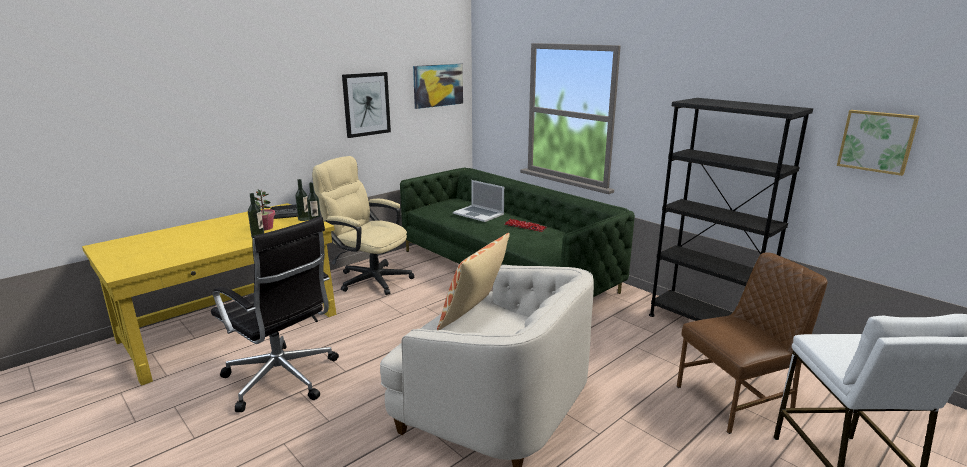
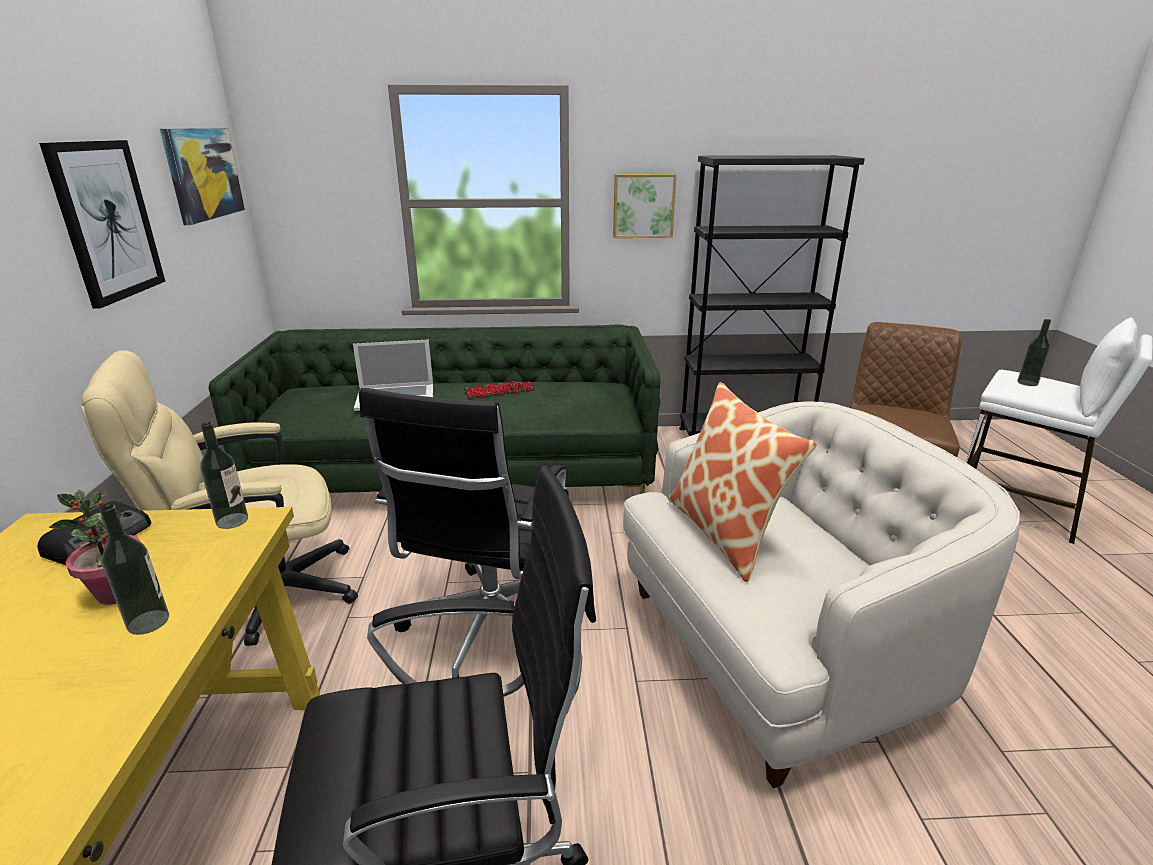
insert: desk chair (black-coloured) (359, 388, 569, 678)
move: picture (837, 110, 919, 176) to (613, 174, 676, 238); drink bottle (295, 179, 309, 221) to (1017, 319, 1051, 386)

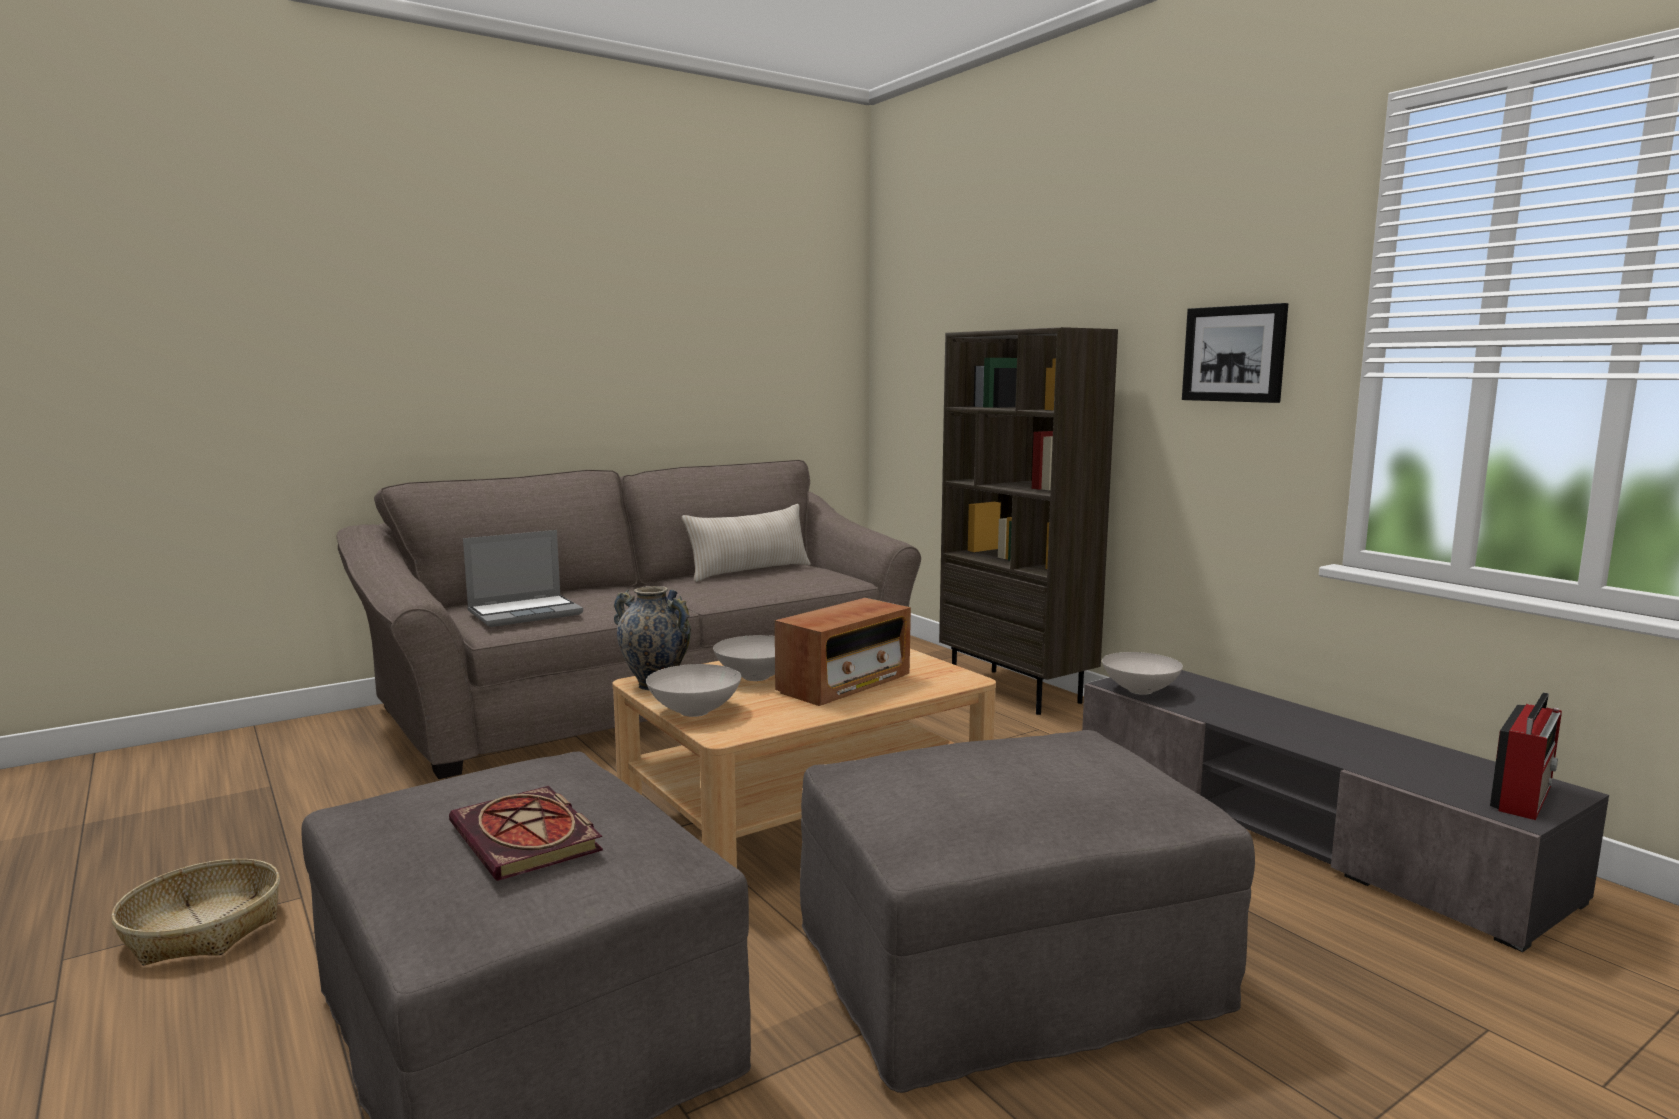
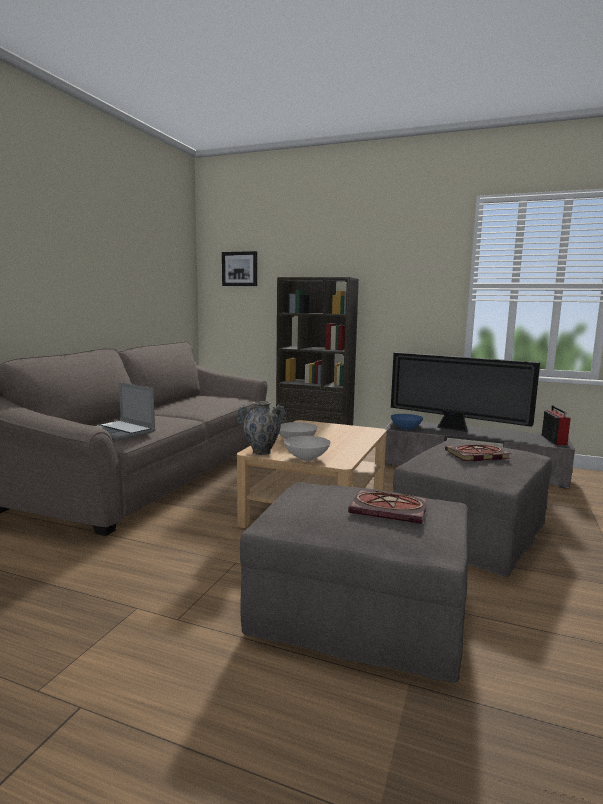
delete: cushion (sand-coloured) (682, 504, 811, 582); radio receiver (775, 598, 911, 706); storage basket (111, 859, 280, 966)
insert: TV (391, 352, 540, 432); volume (445, 444, 511, 461)
move: picture (1182, 303, 1288, 403) to (222, 251, 257, 286)
recolor: bowl (white) (1102, 652, 1183, 695) to bowl (blue) (391, 414, 423, 430)
rotate: notebook computer (463, 530, 583, 627) = (95, 382, 156, 440) 105 degrees clockwise

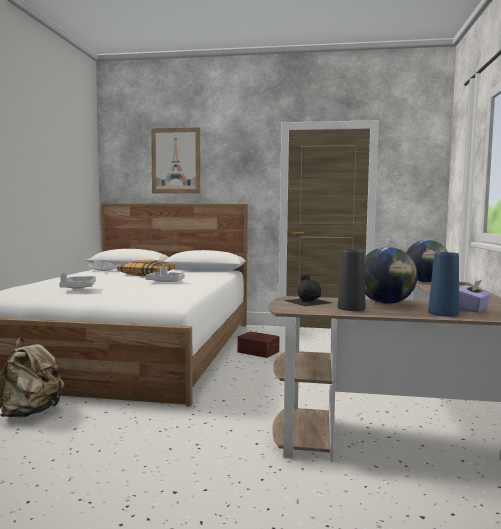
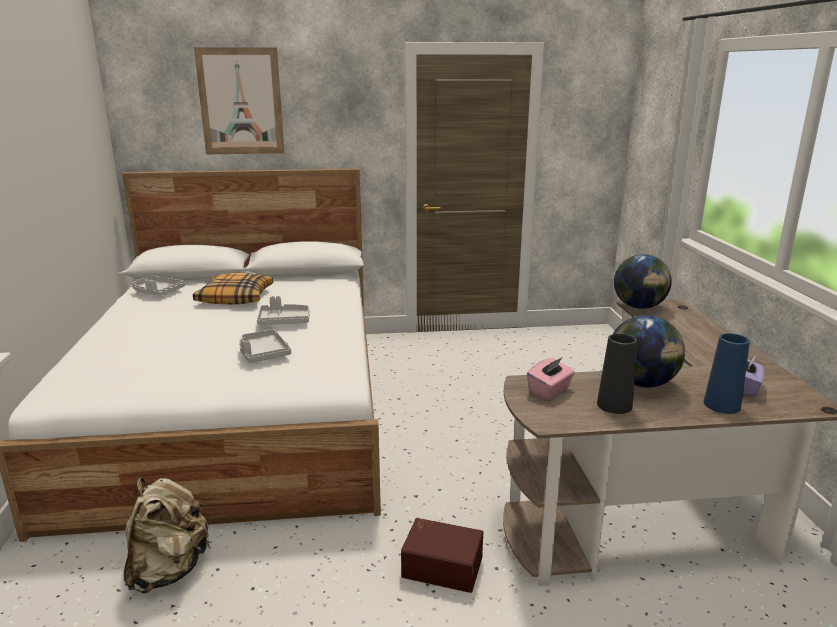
move: serving tray (gray) (59, 272, 96, 289) to (239, 329, 291, 363); storage container (brownish) (237, 331, 280, 358) to (401, 518, 483, 593)
replace: drink bottle (black-coloured) (283, 274, 332, 306) to tissue holder (pinkish) (527, 357, 575, 400)

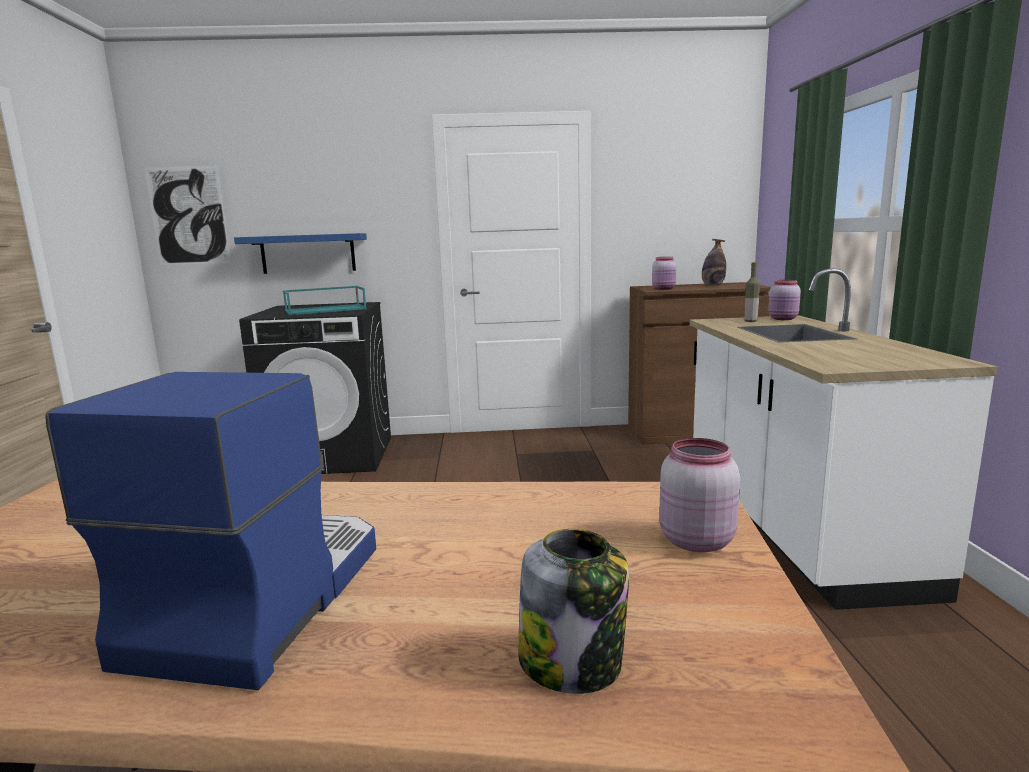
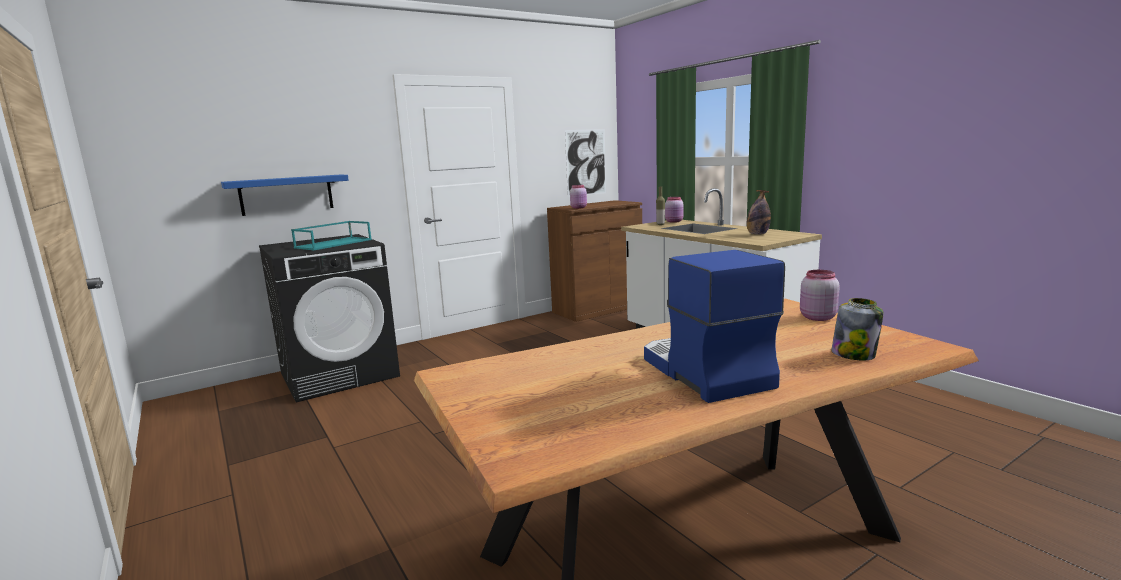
move: picture (145, 166, 231, 265) to (565, 129, 606, 197); drink bottle (702, 239, 726, 286) to (747, 190, 771, 235)

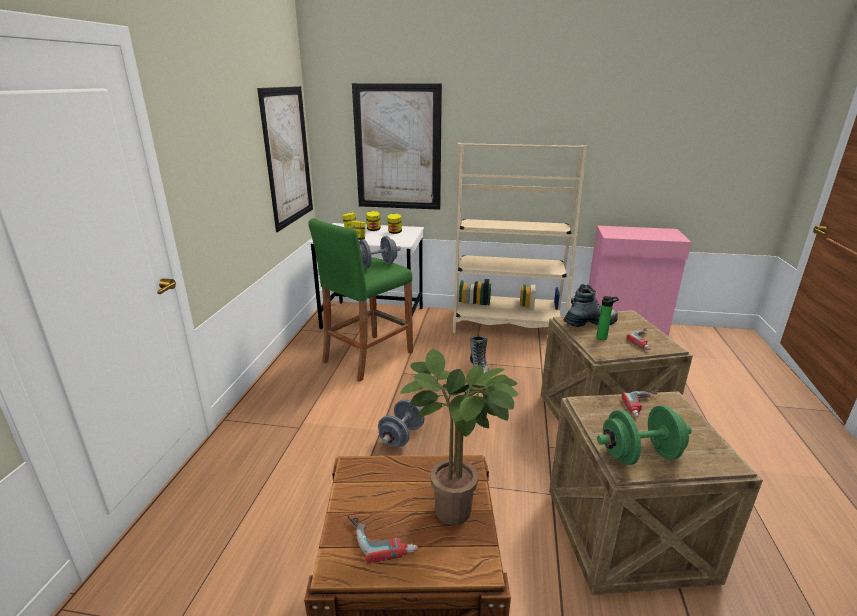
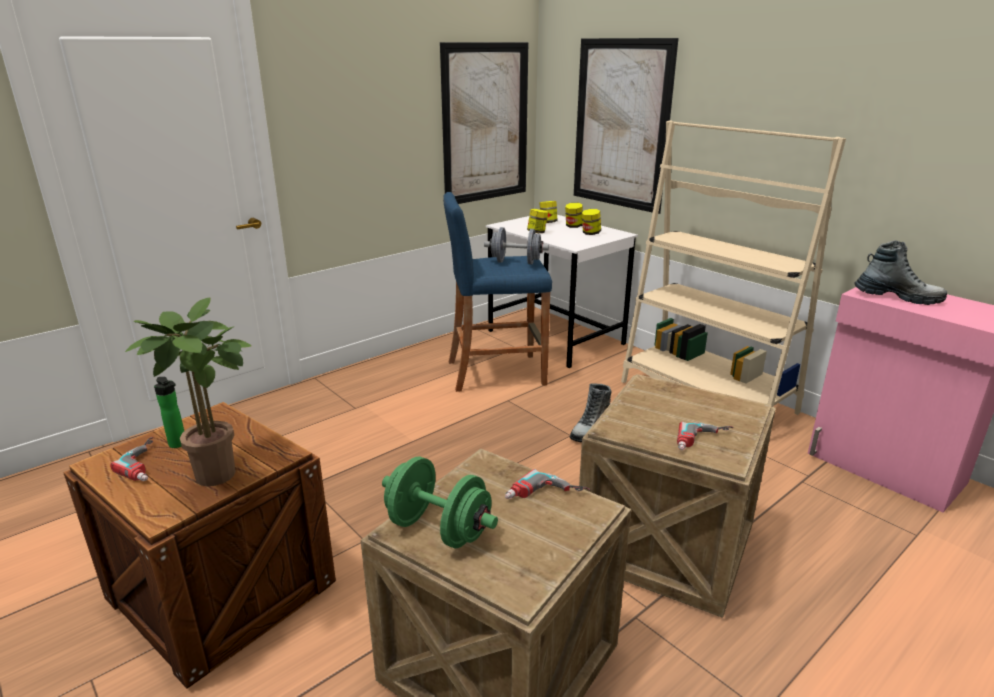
delete: hand weight (gray) (378, 399, 424, 447)
move: tall boot (563, 284, 618, 327) to (855, 240, 947, 305); drink bottle (596, 296, 619, 340) to (154, 377, 184, 448)
recolor: stool seat (green) (309, 218, 413, 382) to stool seat (blue) (443, 192, 552, 392)

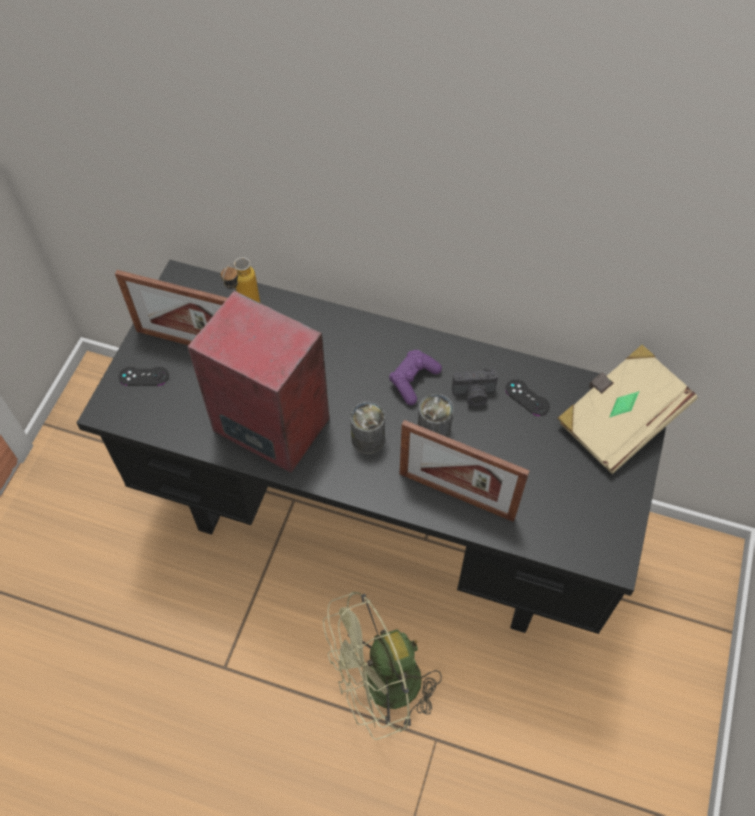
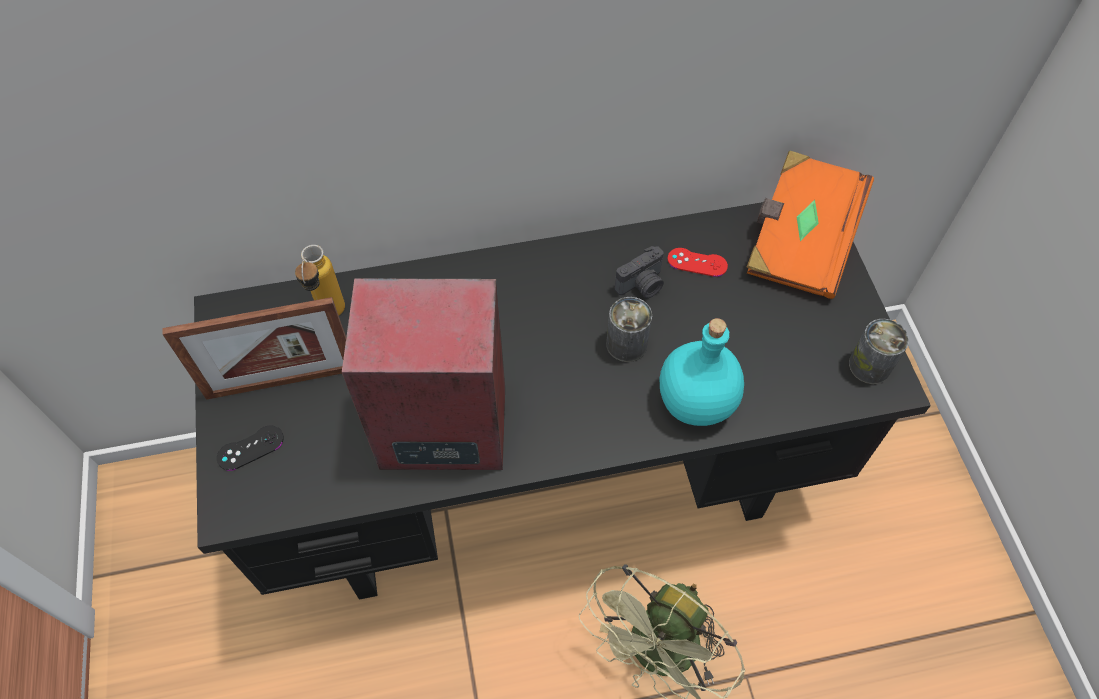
delete: joypad (purple) (389, 350, 442, 405)
move: can (350, 402, 385, 454) to (849, 319, 909, 384)
replace: photo frame (400, 420, 530, 522) to drink bottle (turquoise-coloured) (660, 318, 744, 426)
recolor: volume (sand-coloured) (557, 344, 697, 474) to volume (orange-coloured) (746, 151, 874, 299); joypad (black-coloured) (505, 379, 550, 416) to joypad (red) (668, 248, 728, 277)

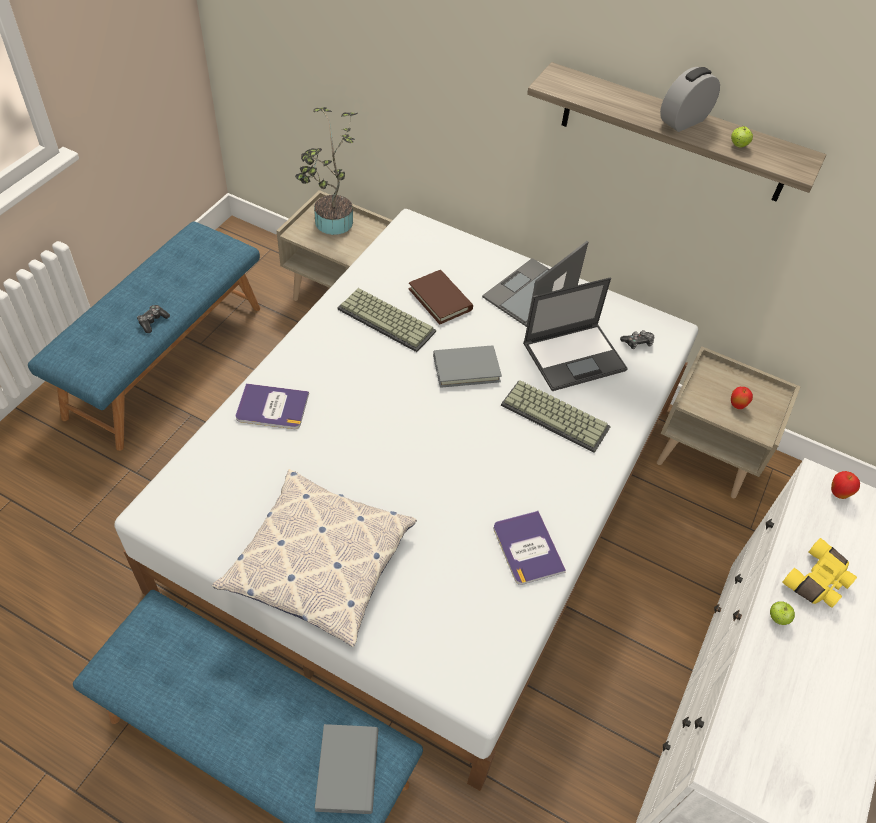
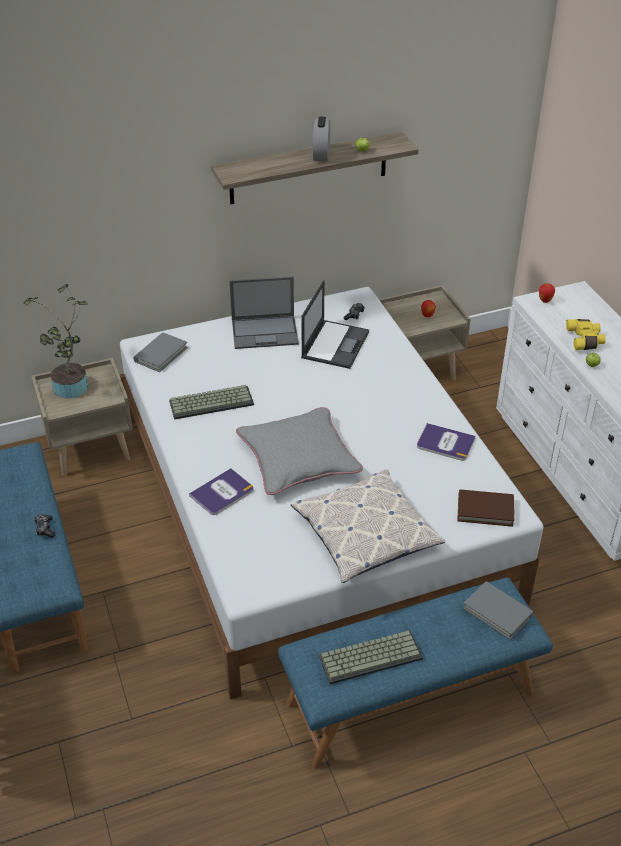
insert: cushion (gray) (236, 407, 363, 495)
move: volume (brownish) (408, 270, 473, 325) to (457, 489, 514, 527); volume (gray) (433, 345, 502, 388) to (134, 333, 188, 372); PC keyboard (501, 380, 611, 453) to (319, 631, 423, 684)
rotate: notebook computer (482, 241, 588, 327) = (230, 276, 299, 349) 90 degrees counterclockwise

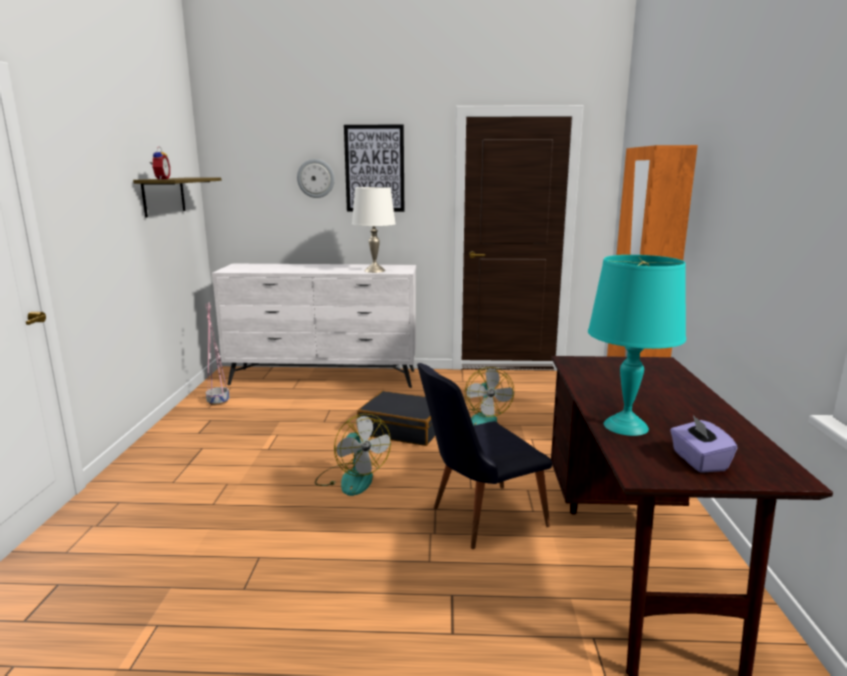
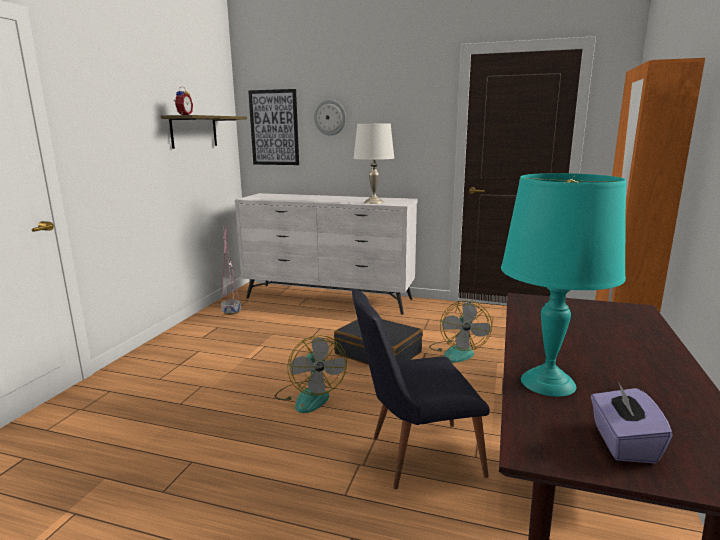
move: picture (344, 125, 404, 212) to (248, 89, 299, 165)

